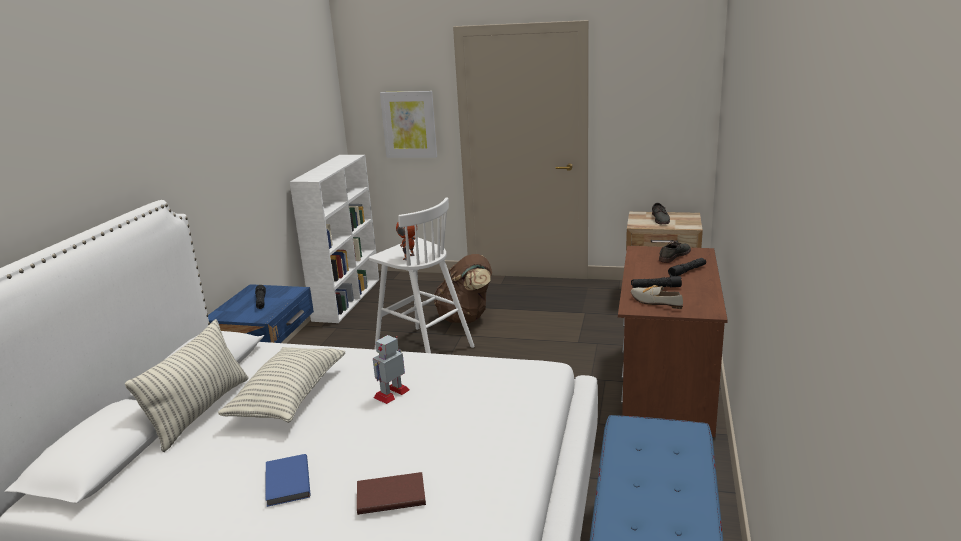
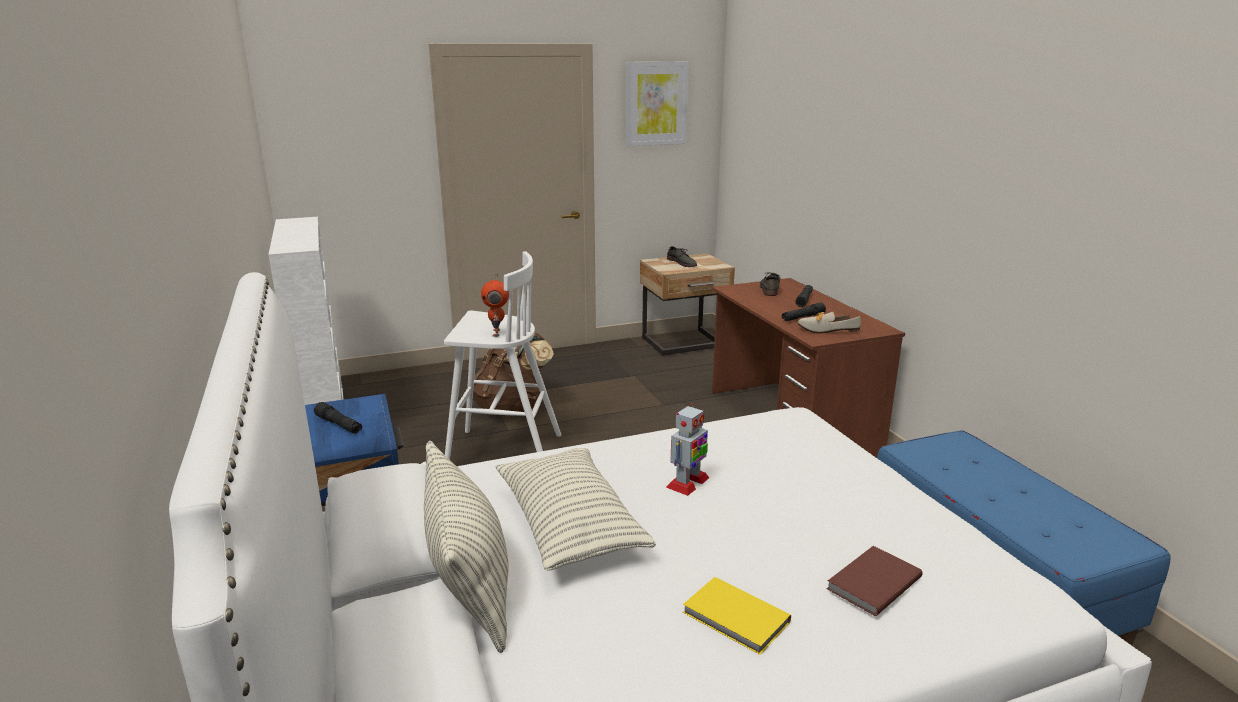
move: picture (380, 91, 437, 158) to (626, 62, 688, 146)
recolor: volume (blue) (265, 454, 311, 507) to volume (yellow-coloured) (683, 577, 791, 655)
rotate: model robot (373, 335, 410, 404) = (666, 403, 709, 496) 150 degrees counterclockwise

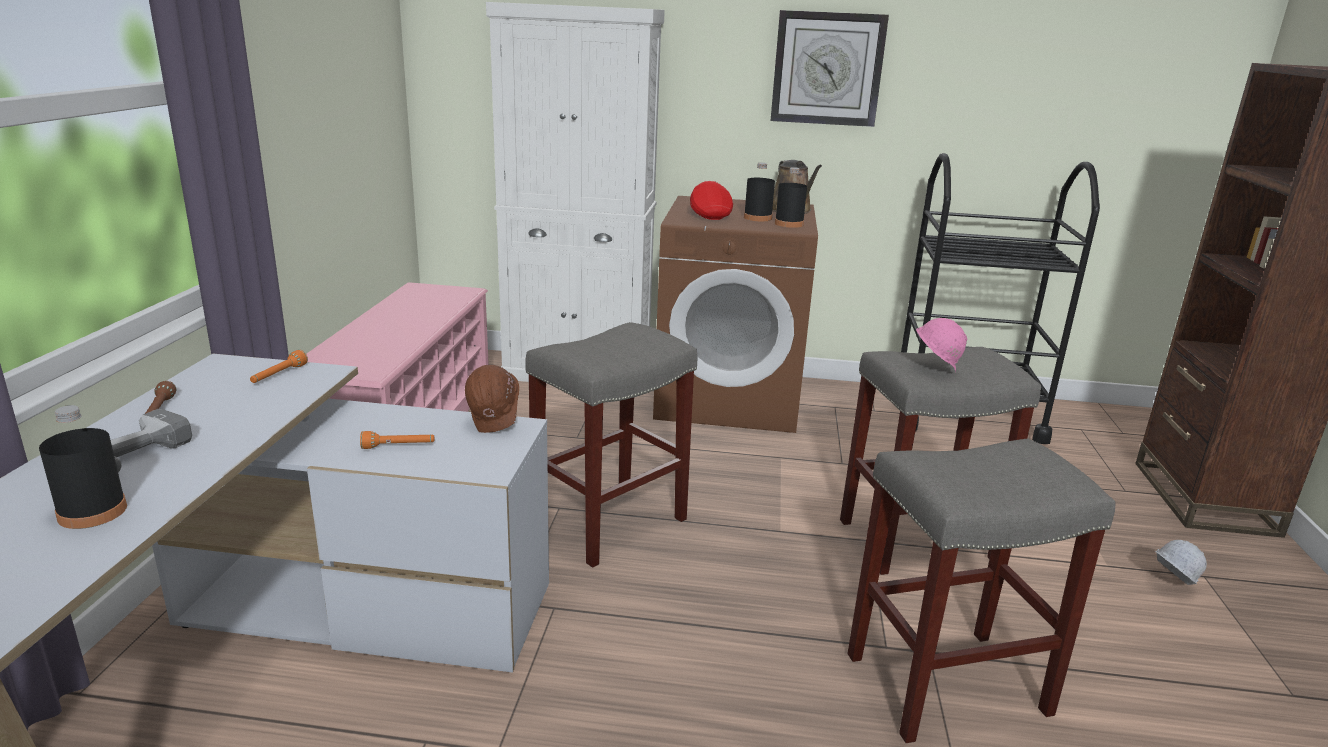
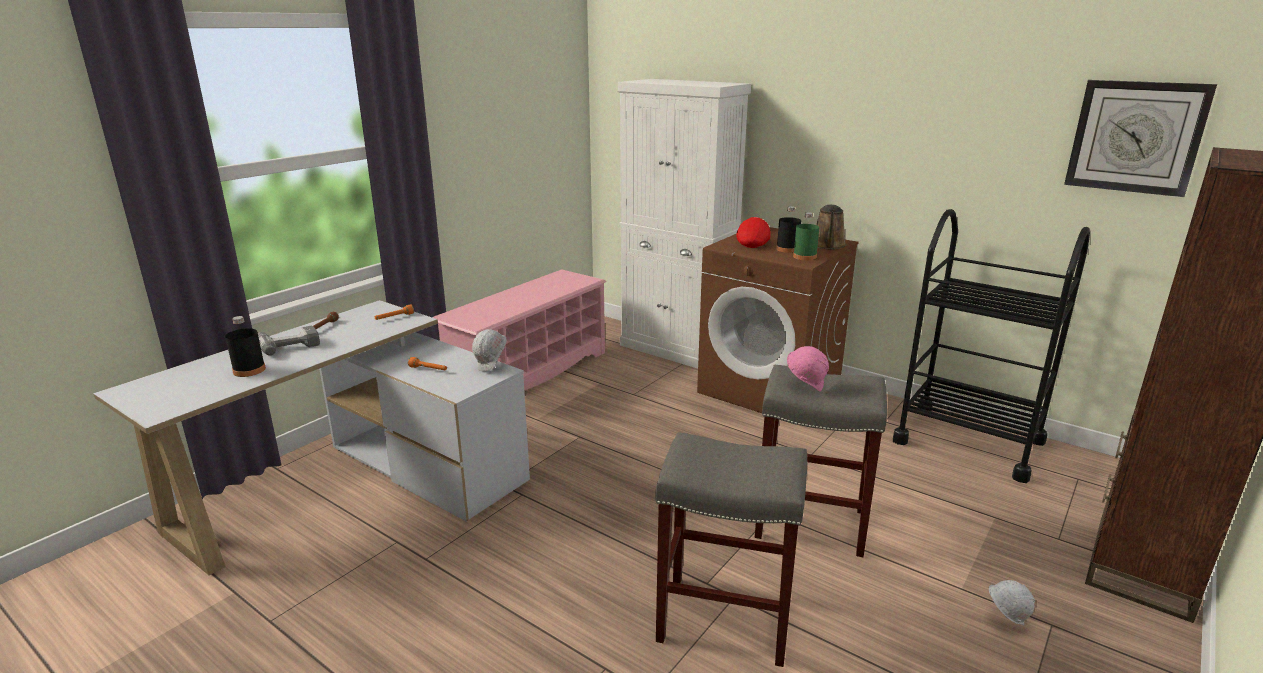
delete: stool seat (gray) (525, 322, 698, 568)
move: hanging clock (771, 10, 889, 127) to (1064, 80, 1217, 197)
recolor: drink bottle (black-coloured) (775, 167, 807, 228) to drink bottle (green) (793, 212, 819, 260); work helmet (brownish) (465, 365, 519, 433) to work helmet (white) (472, 329, 507, 371)

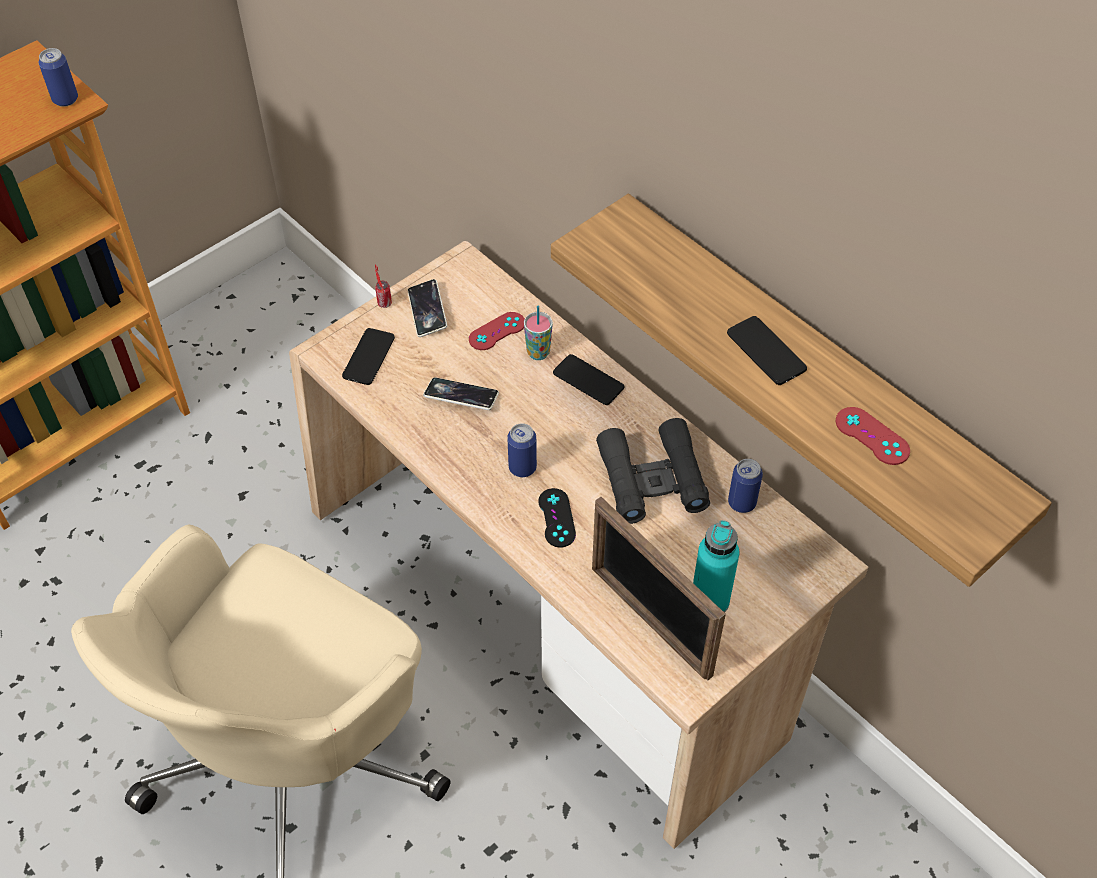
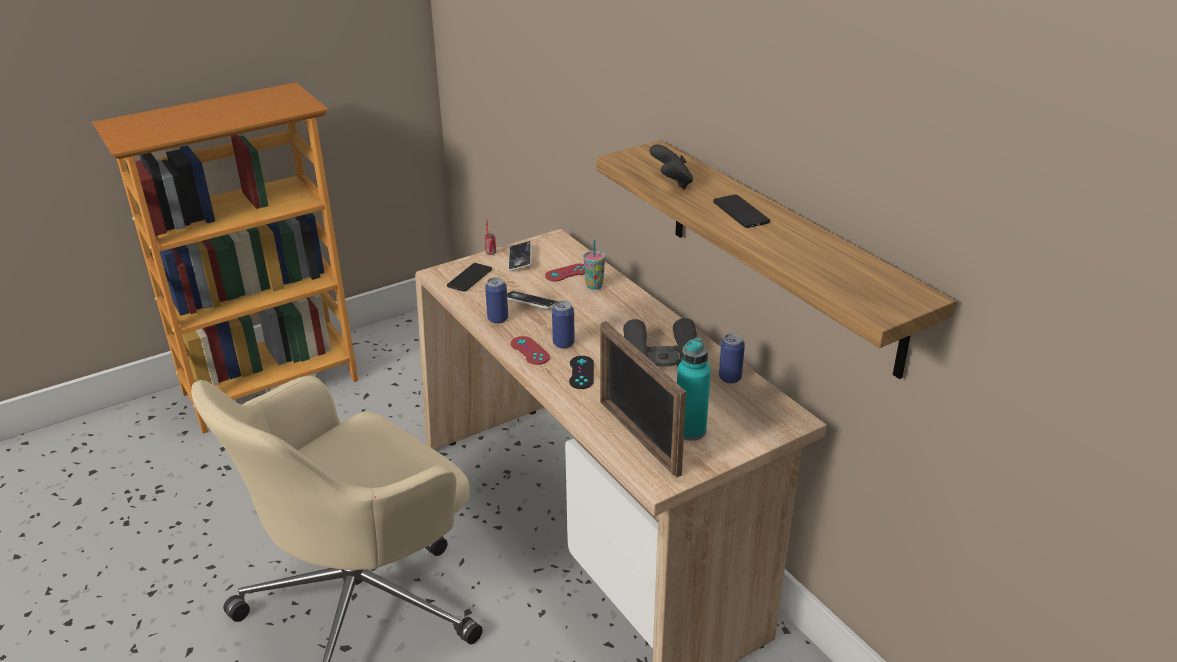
delete: handset (553, 354, 625, 405)
insert: joypad (black-coloured) (650, 145, 693, 189)
move: can (38, 48, 78, 107) to (485, 277, 508, 324); joypad (red) (836, 407, 910, 465) to (511, 336, 550, 365)

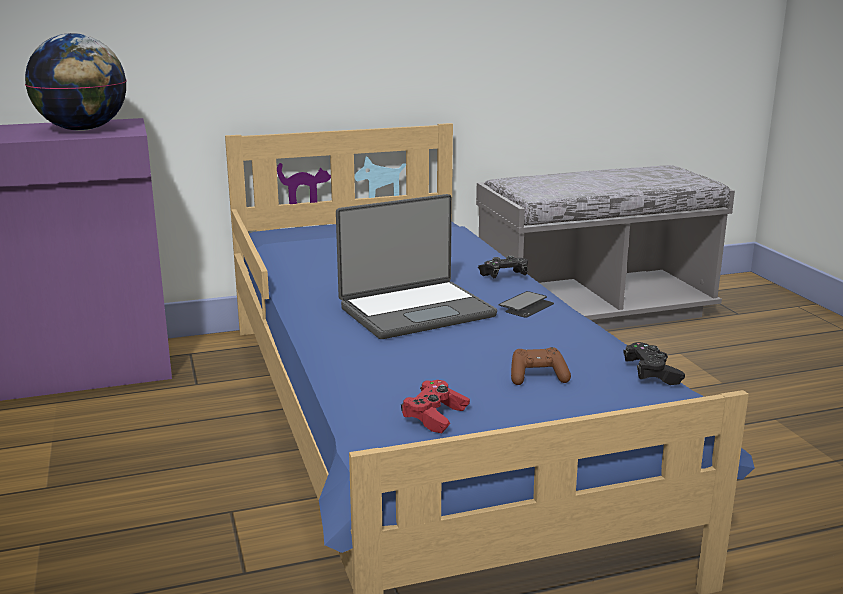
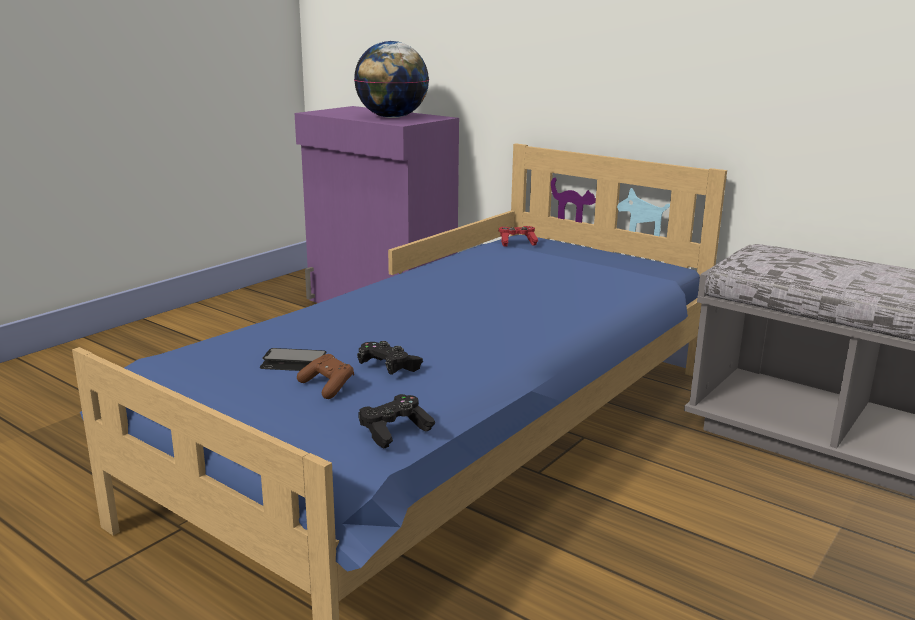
delete: notebook computer (336, 194, 497, 339)
move: joypad (black-coloured) (478, 256, 528, 278) to (357, 341, 423, 375); handset (498, 291, 554, 318) to (260, 348, 326, 371); joypad (red) (401, 380, 470, 433) to (499, 226, 538, 246)

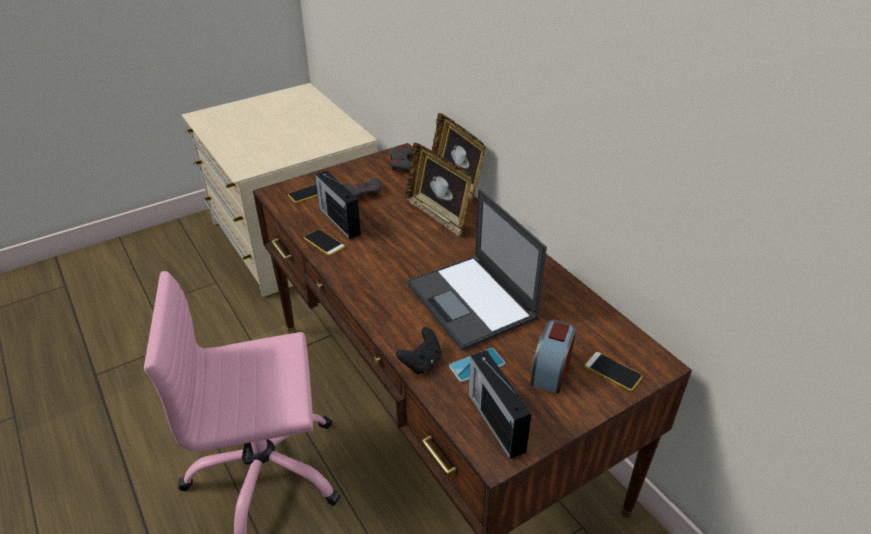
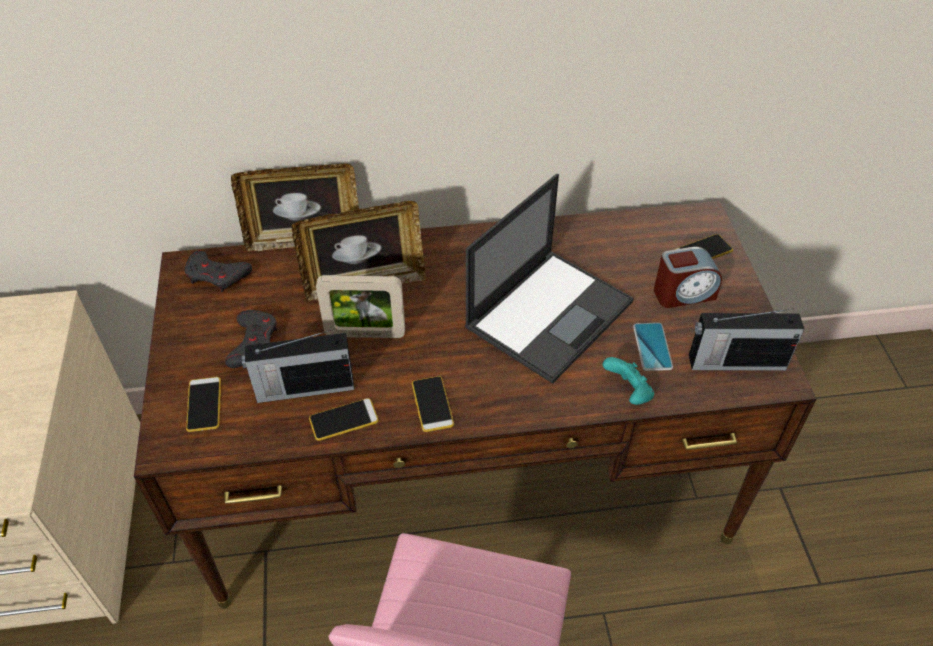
insert: photo frame (316, 275, 405, 338); handset (412, 376, 454, 432)
recolor: joypad (black-coloured) (396, 327, 442, 374) to joypad (turquoise-coloured) (603, 357, 654, 405)
rotate: notebook computer (407, 189, 547, 351) = (465, 174, 634, 384) 45 degrees counterclockwise; alarm clock (530, 320, 576, 394) = (654, 247, 722, 308) 60 degrees counterclockwise

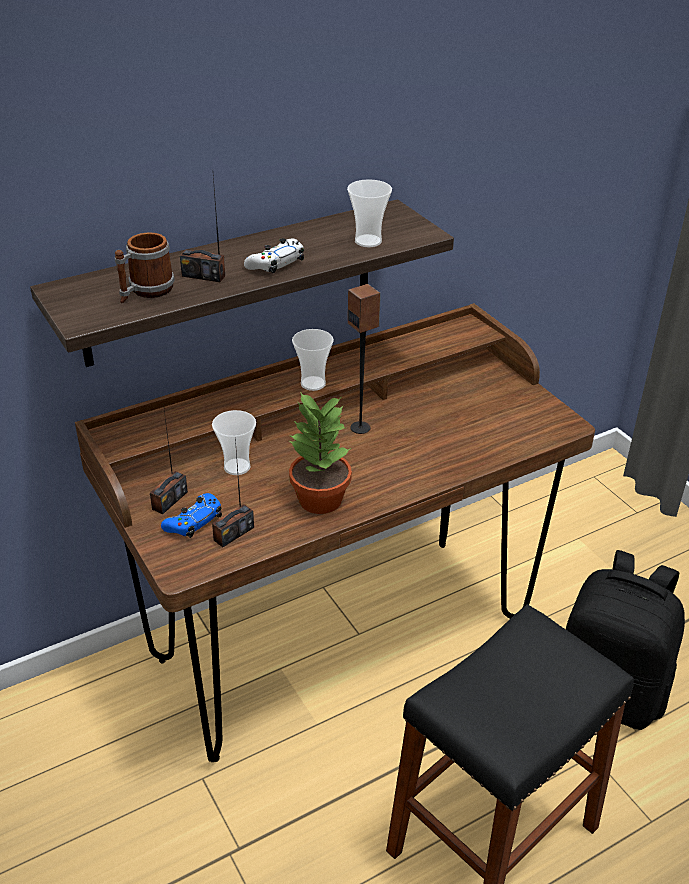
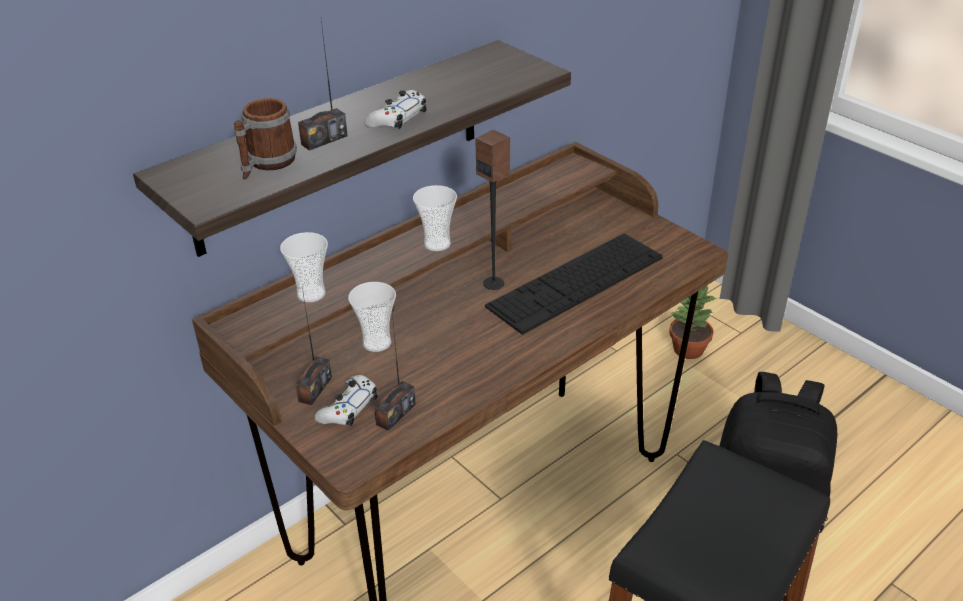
insert: PC keyboard (485, 234, 663, 335)
move: cup (347, 179, 392, 247) to (280, 232, 328, 302); houseplant (289, 392, 352, 514) to (669, 286, 717, 359)
recolor: joypad (blue) (161, 493, 222, 538) to joypad (white) (315, 375, 378, 426)
rotate: radio receiver (180, 176, 225, 282) = (298, 20, 348, 151) 45 degrees counterclockwise

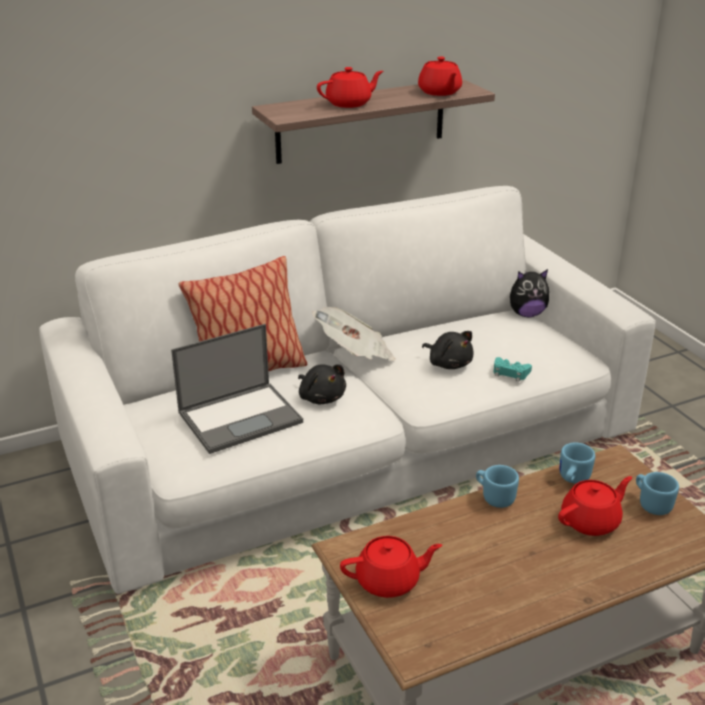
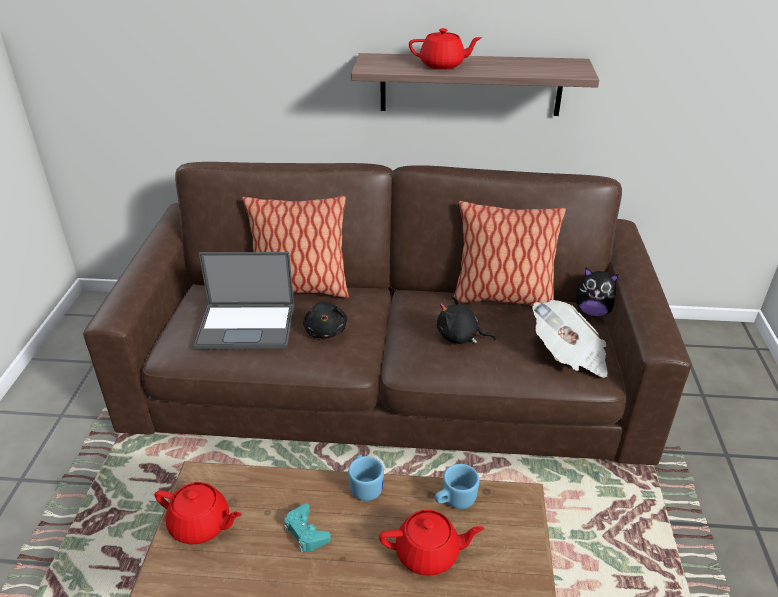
delete: pot for tea (red) (418, 57, 462, 96); coffee mug (blue) (636, 472, 679, 515)
insert: cushion (453, 201, 566, 306)
move: printed paper (312, 307, 396, 360) to (532, 300, 608, 378); joypad (turquoise-coloured) (494, 357, 532, 382) to (284, 503, 331, 552)
recolor: sofa (white) (39, 186, 656, 594) to sofa (brownish) (83, 162, 691, 465)
rotate: plush toy (black-coloured) (422, 331, 474, 369) = (437, 296, 496, 344) 120 degrees clockwise

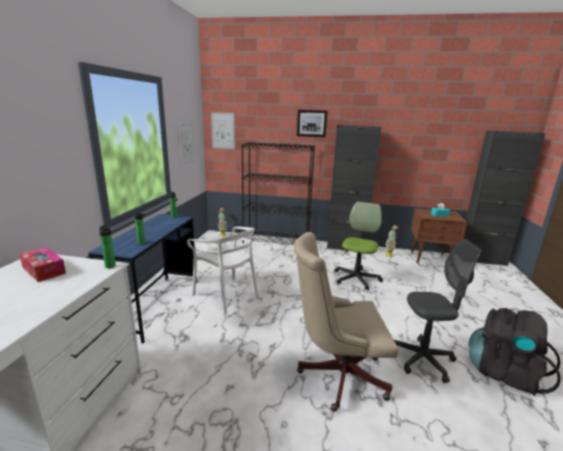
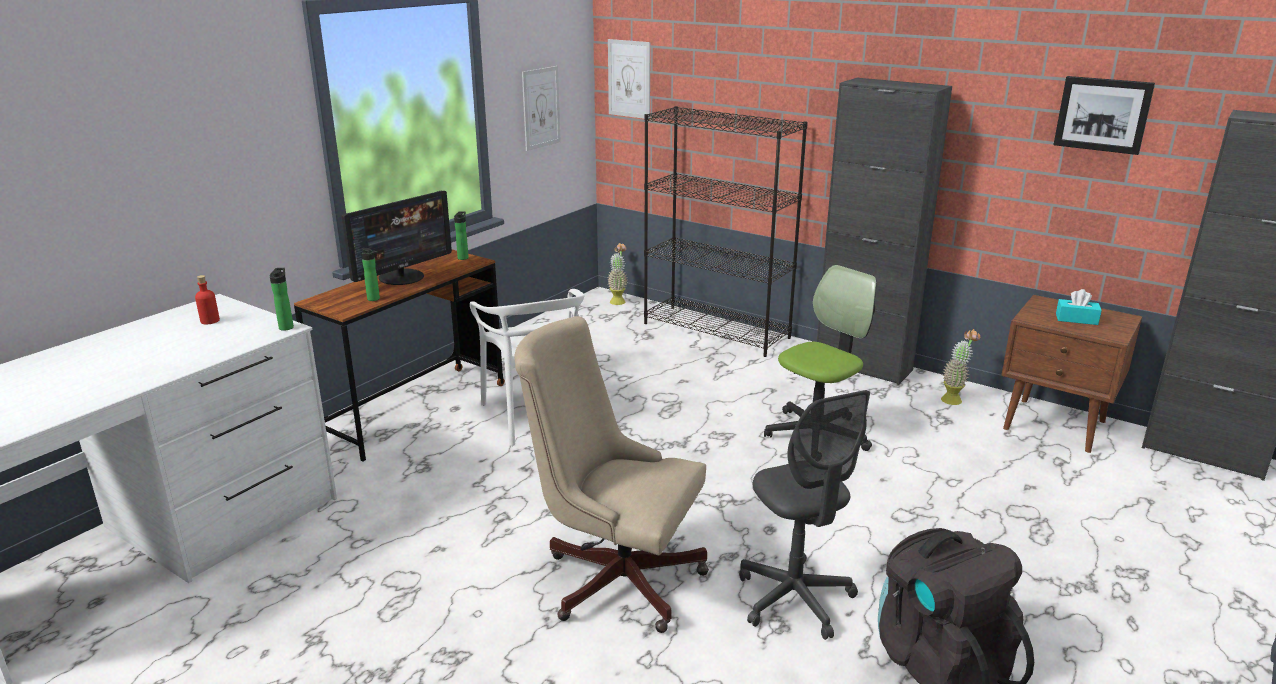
insert: computer screen (342, 191, 452, 285)
move: picture (297, 110, 328, 137) to (1053, 76, 1155, 155)
replace: tissue holder (19, 247, 66, 282) to drink bottle (red) (195, 275, 220, 324)
recolor: desk table (blue) (88, 214, 197, 343) to desk table (brownish) (294, 250, 505, 461)
rotate: desk chair (gray) (394, 239, 482, 383) = (739, 390, 870, 640) 45 degrees clockwise

